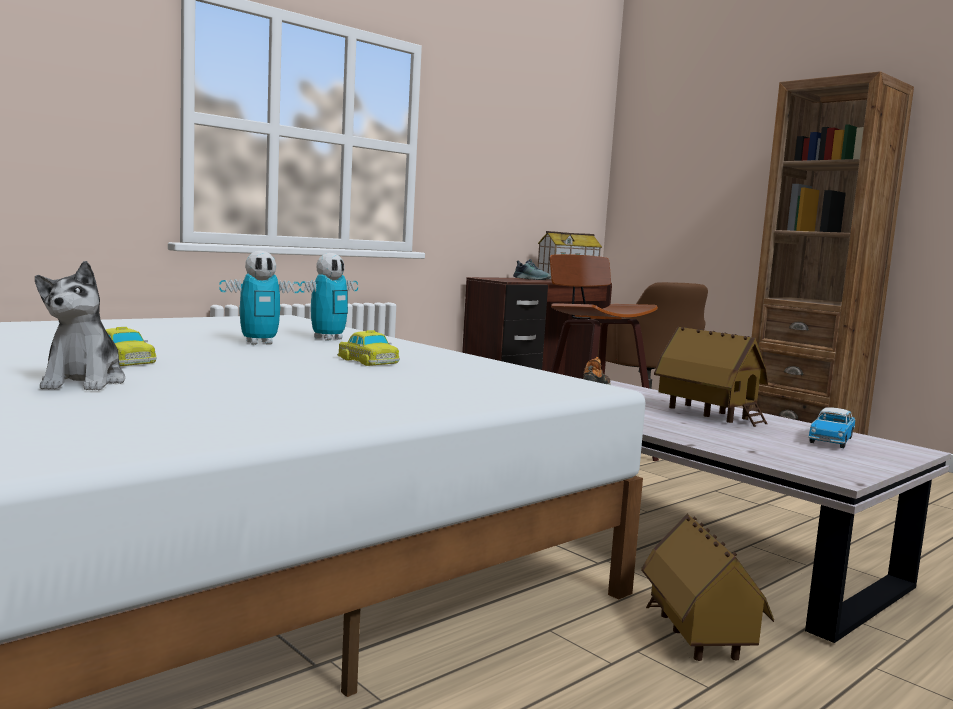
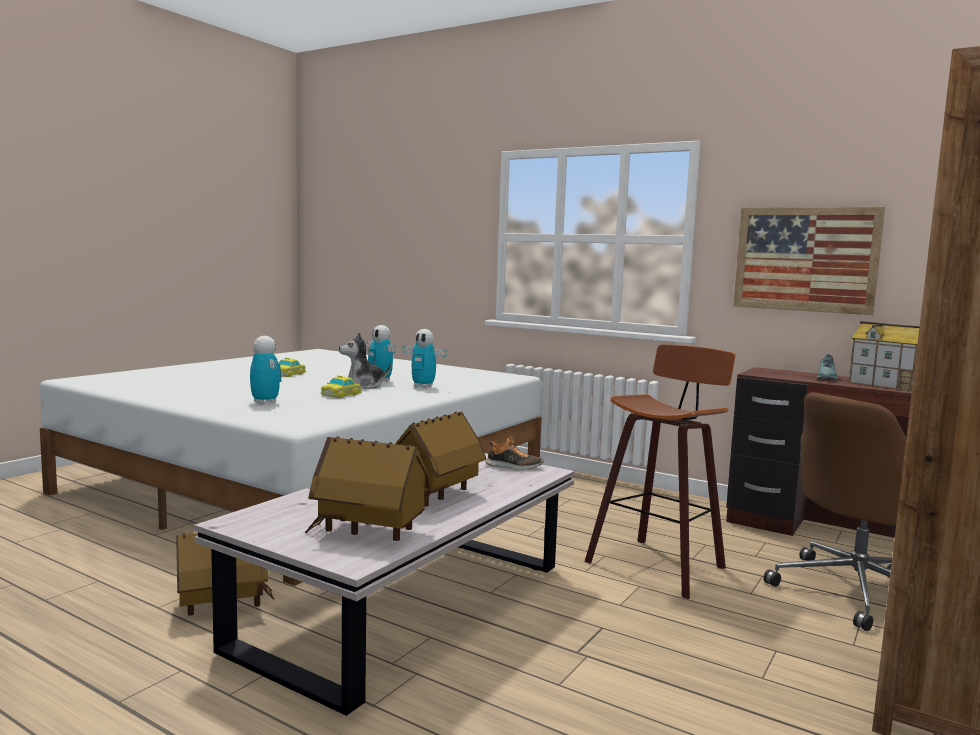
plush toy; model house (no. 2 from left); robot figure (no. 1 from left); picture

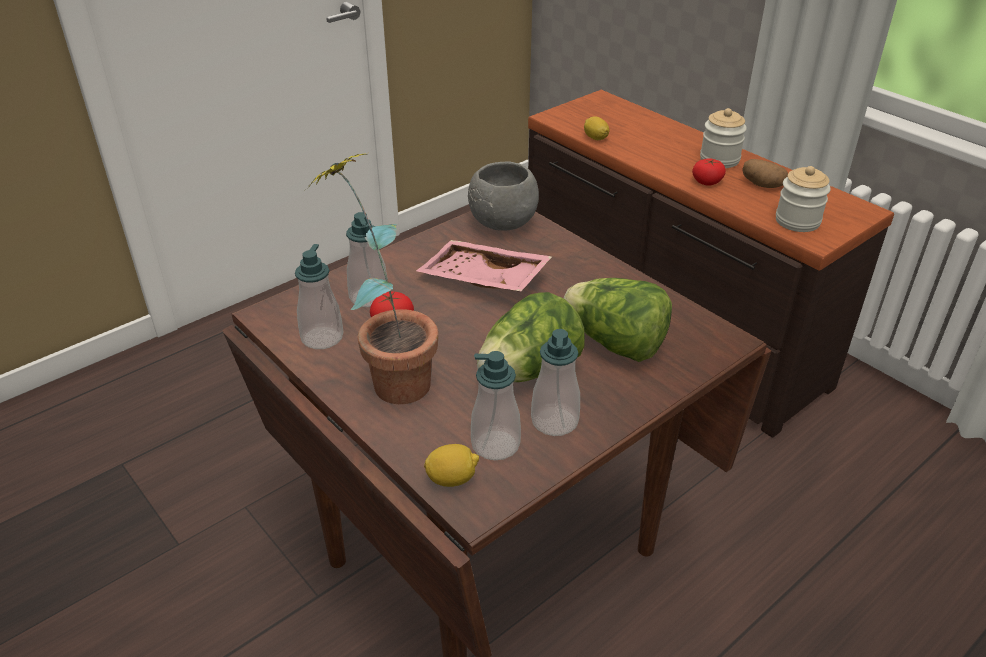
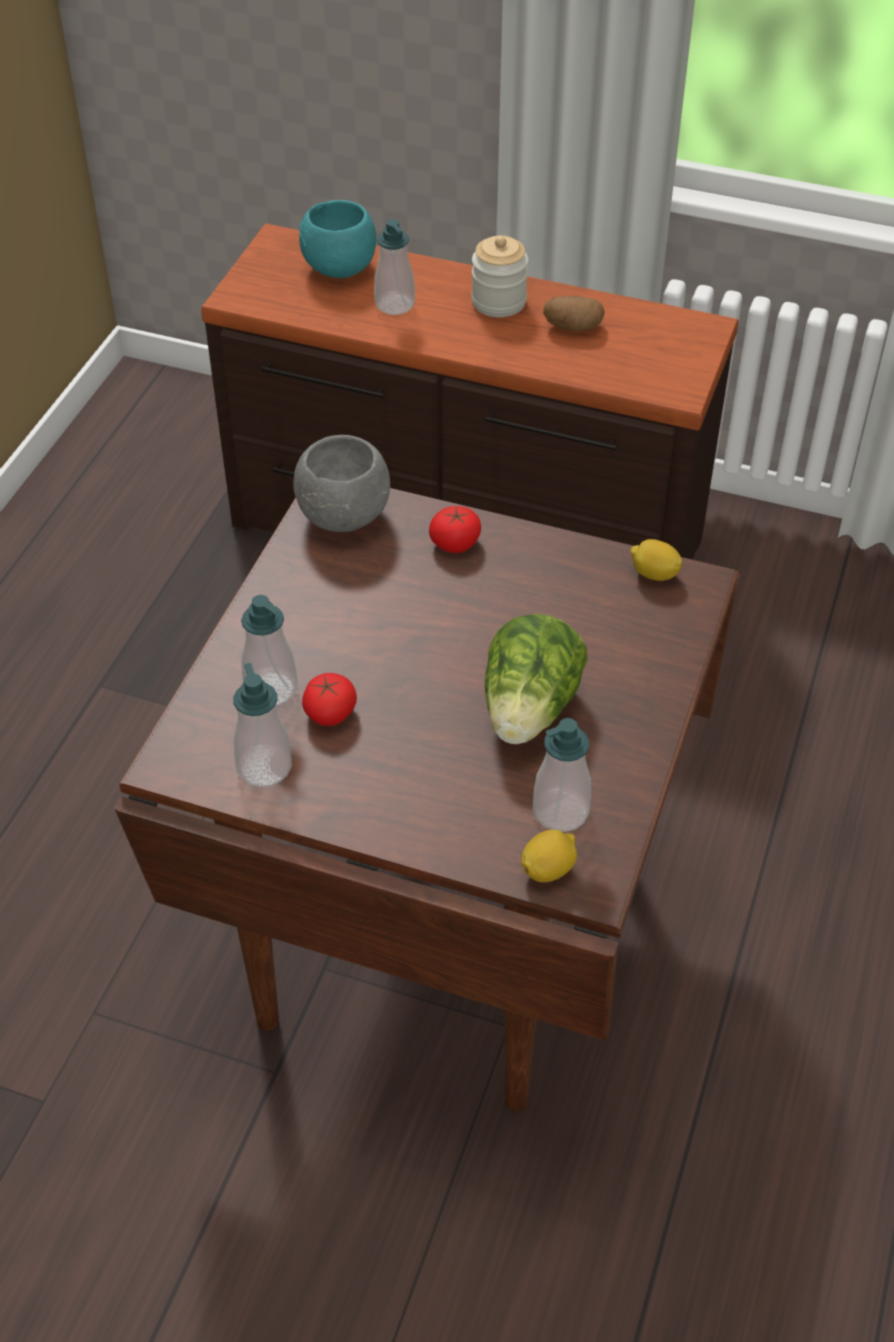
houseplant; pink-coloured tray; soap dispenser (no. 3 from left); head of lettuce (no. 2 from left in the first image); whole lemon (no. 2 from left); whole tomato (no. 2 from left); storage jar (no. 2 from left in the first image); turquoise serving bowl

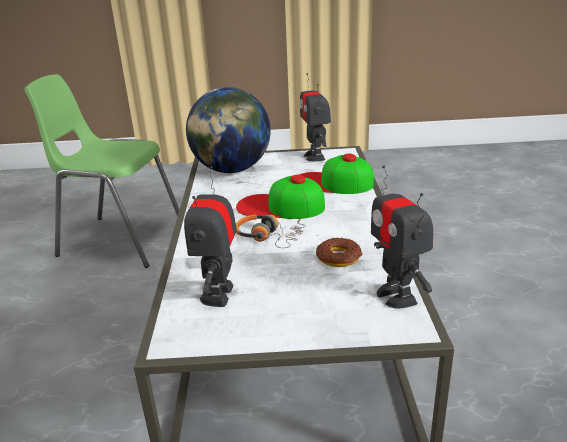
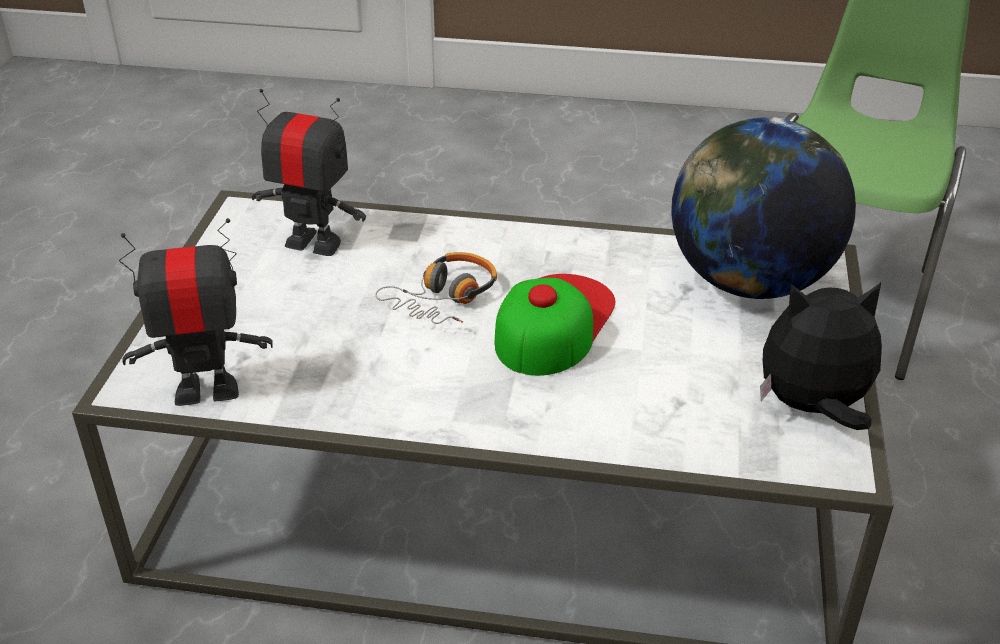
plush toy; cap (no. 2 from left in the first image); ring doughnut

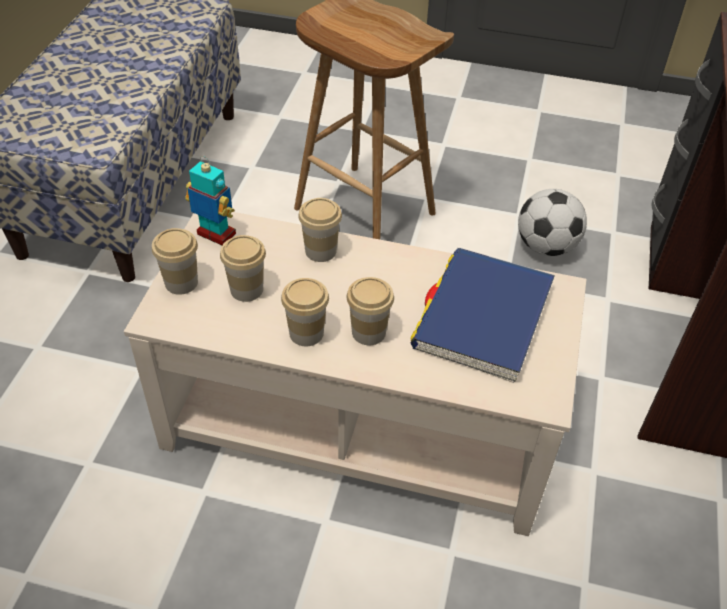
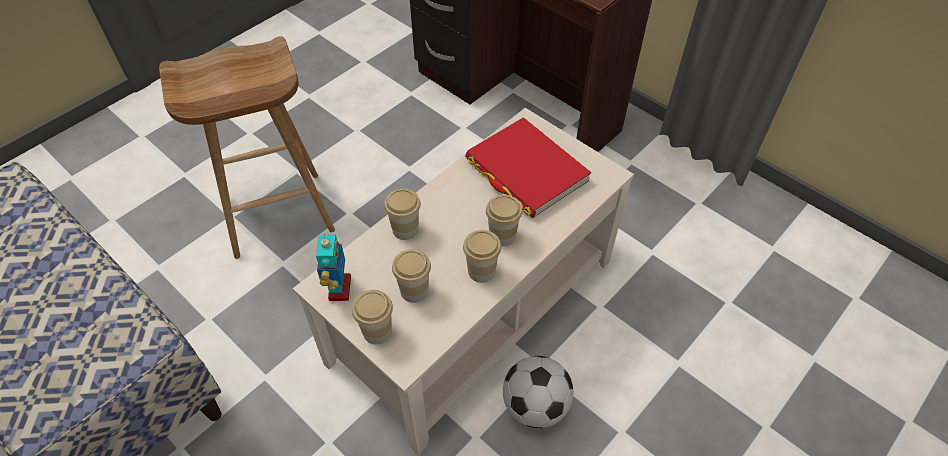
robot figure; red-coloured bound book; ball for football

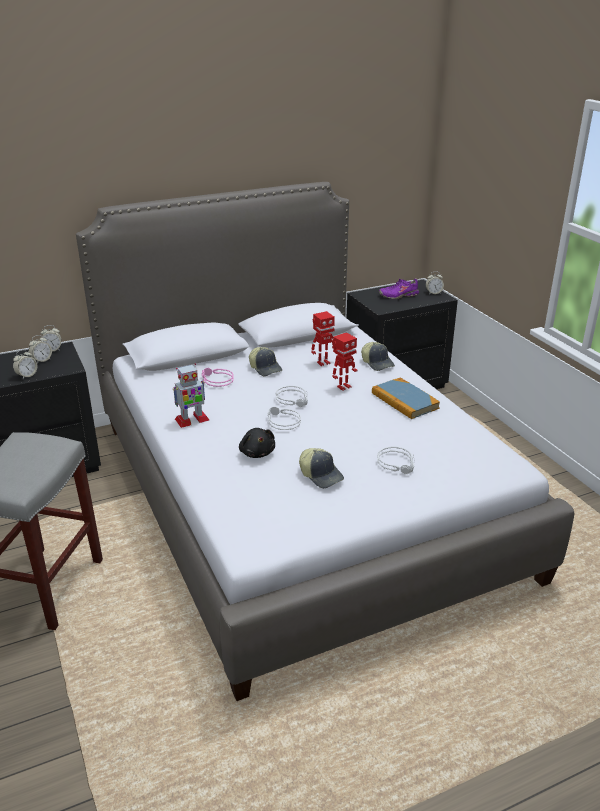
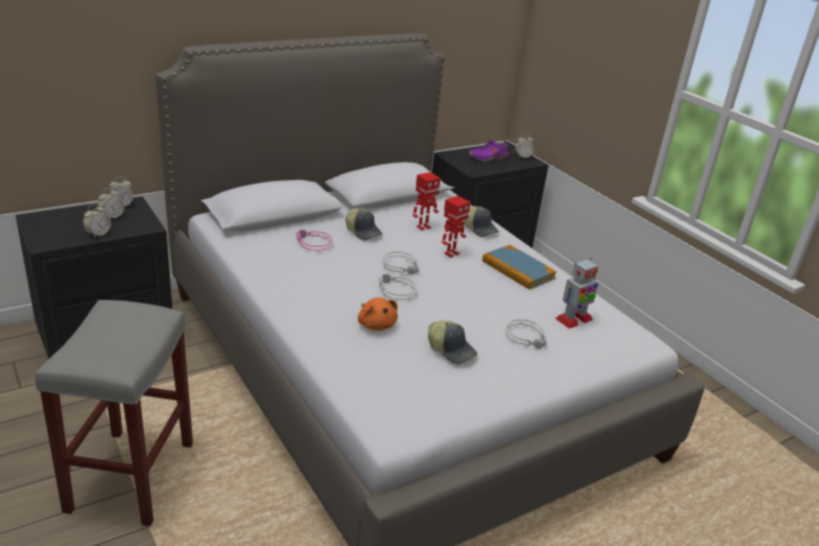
robot figure (no. 3 from left); orange plush toy

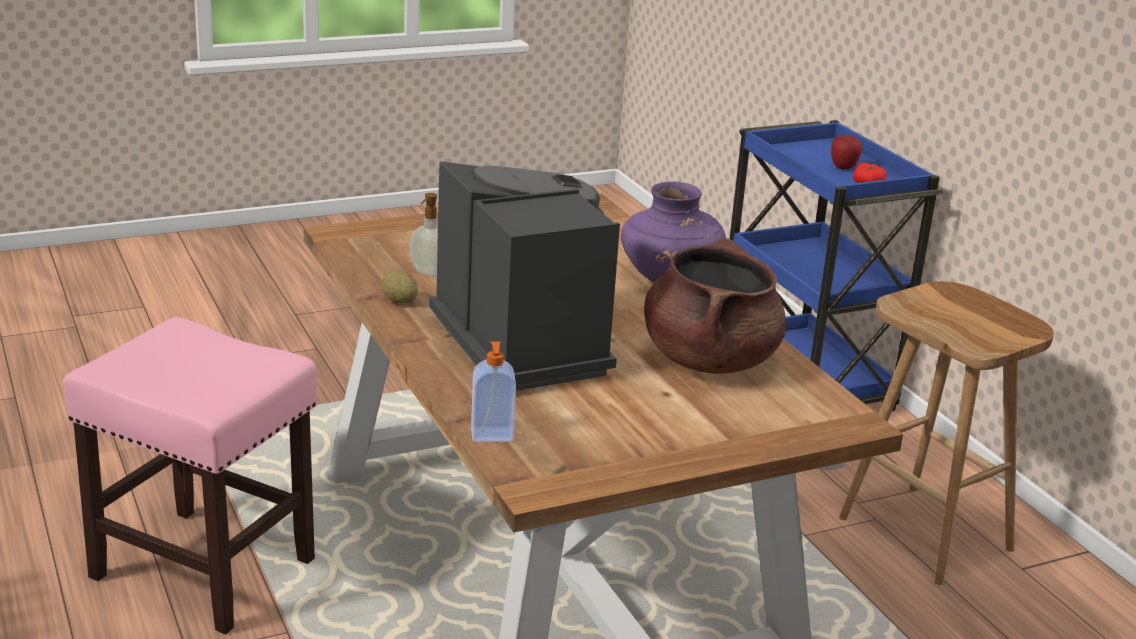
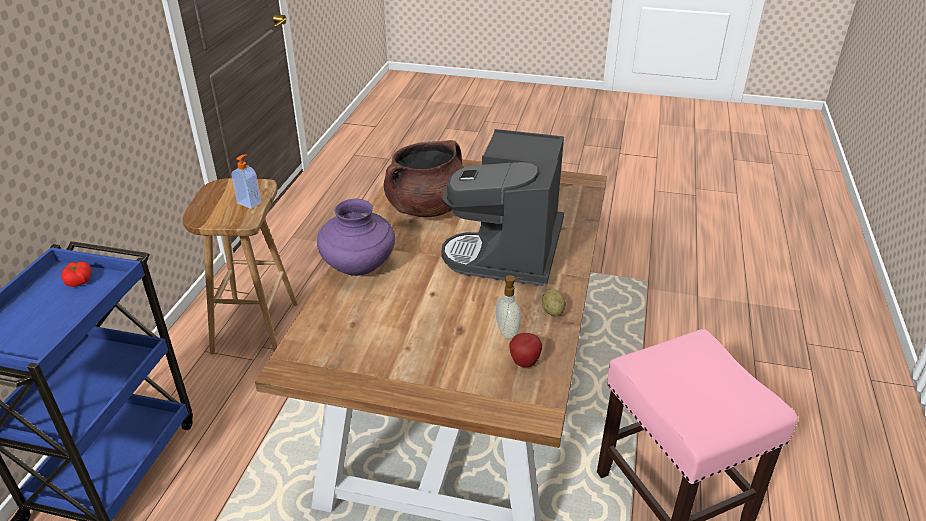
soap dispenser (no. 1 from left); apple

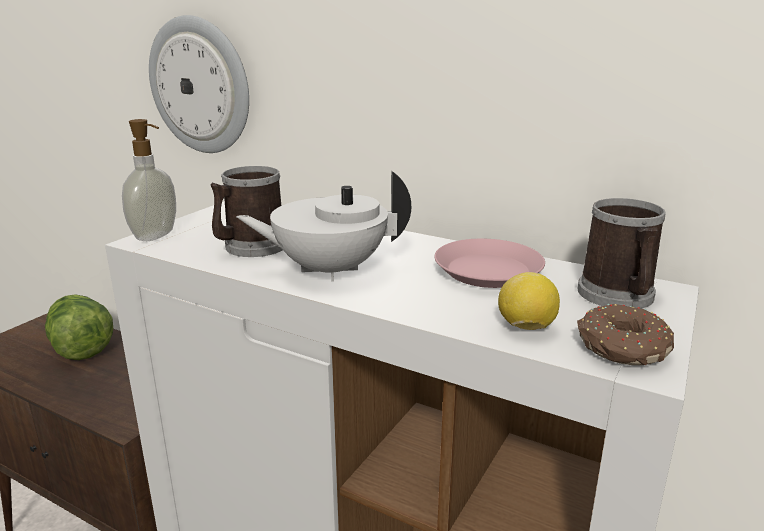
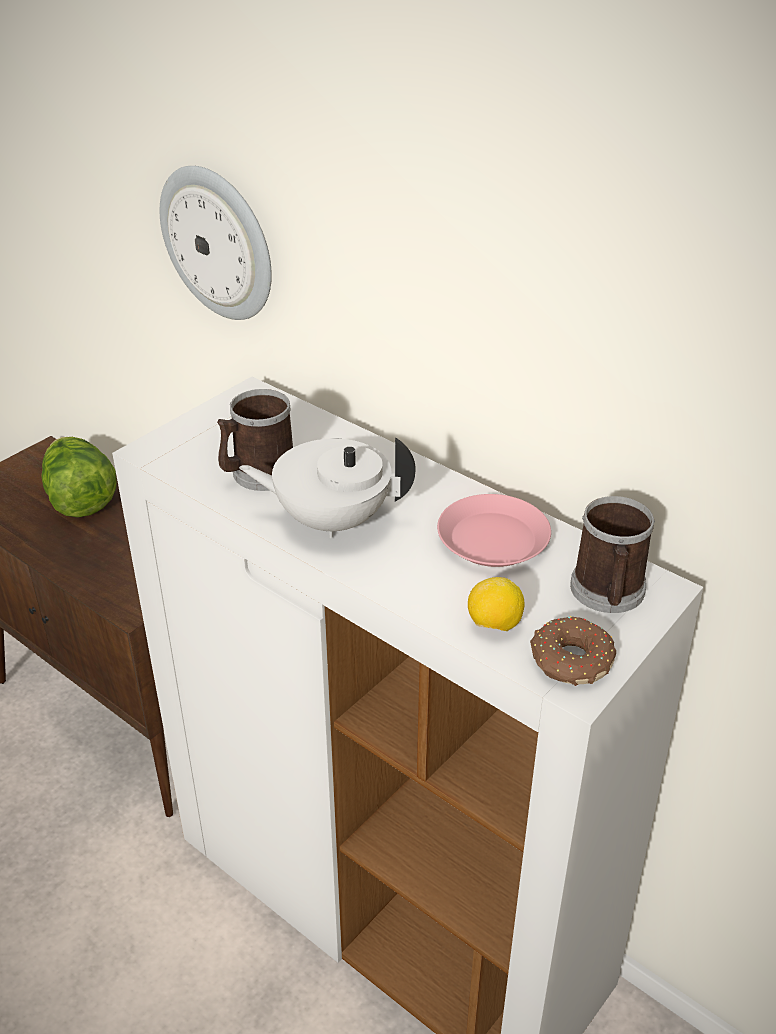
soap dispenser

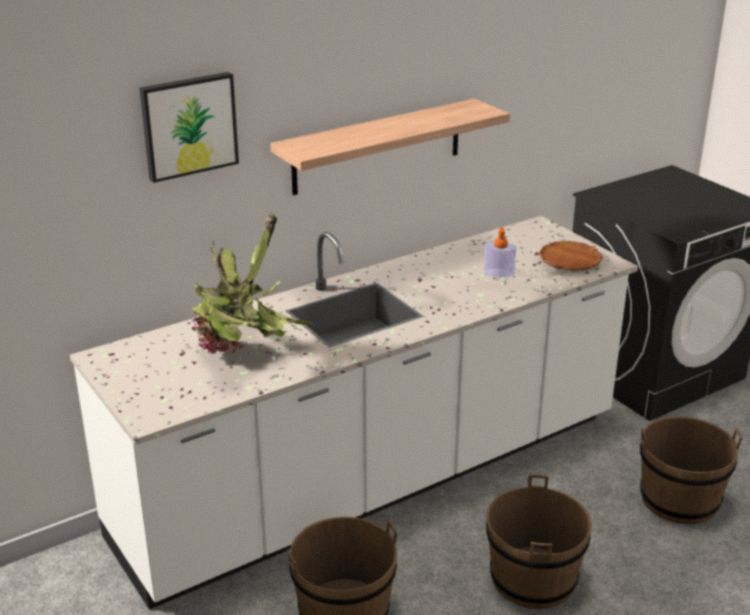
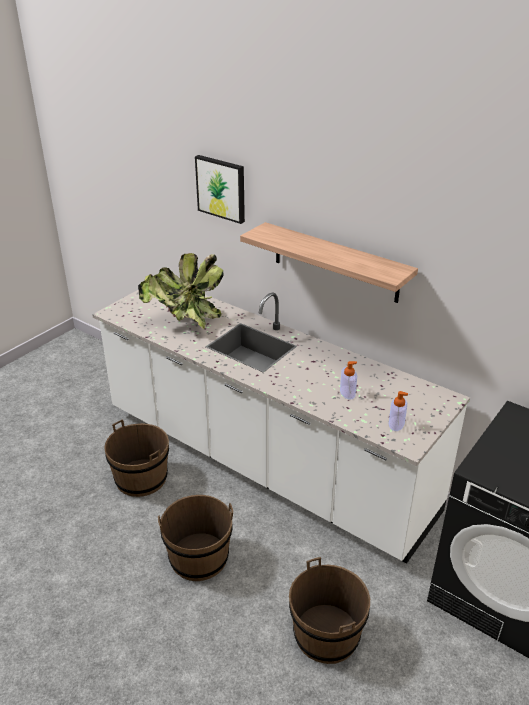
soap dispenser (no. 2 from left)

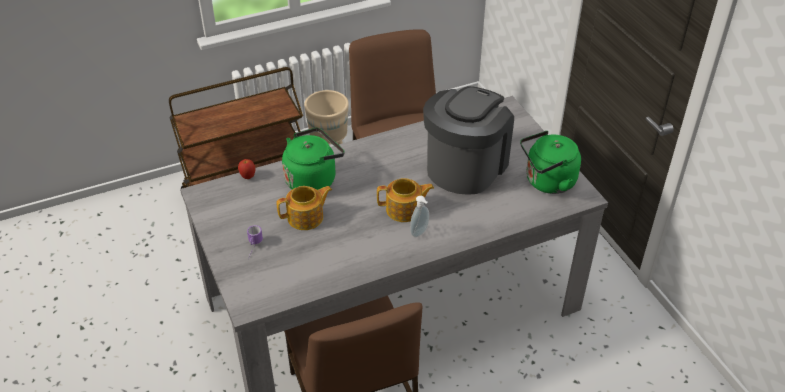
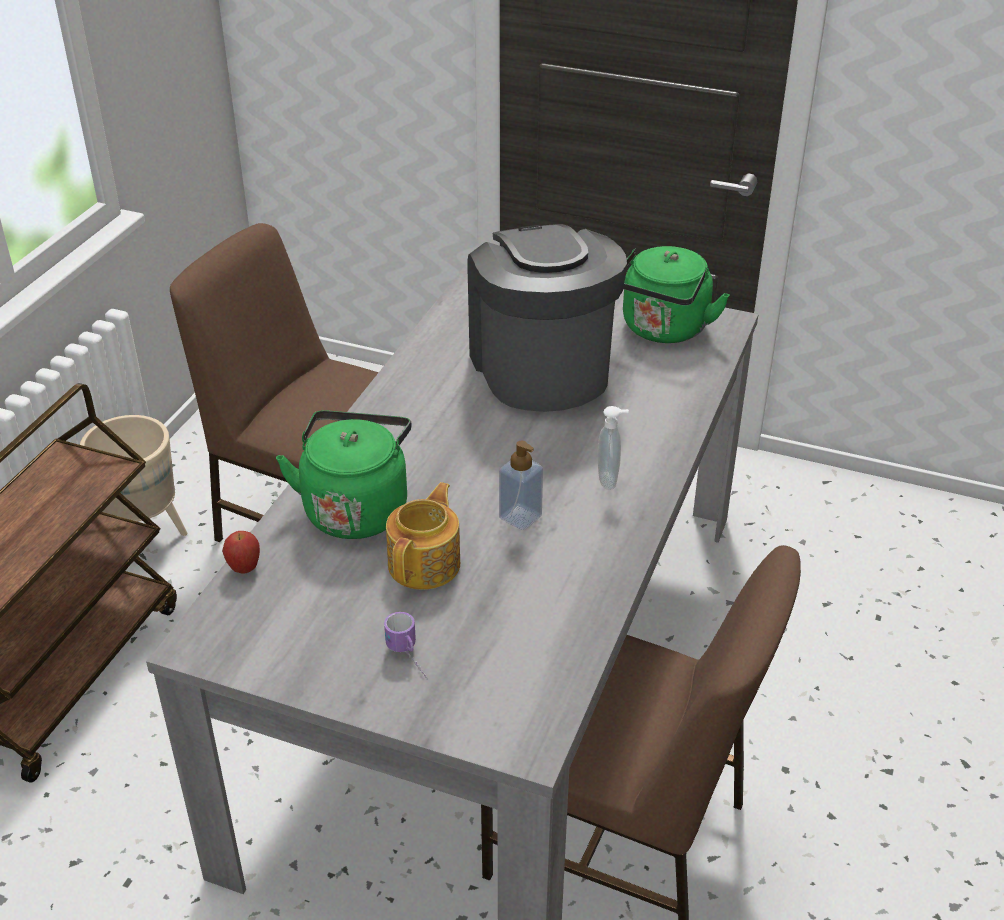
tea pot (no. 2 from left in the first image); soap dispenser (no. 1 from left)

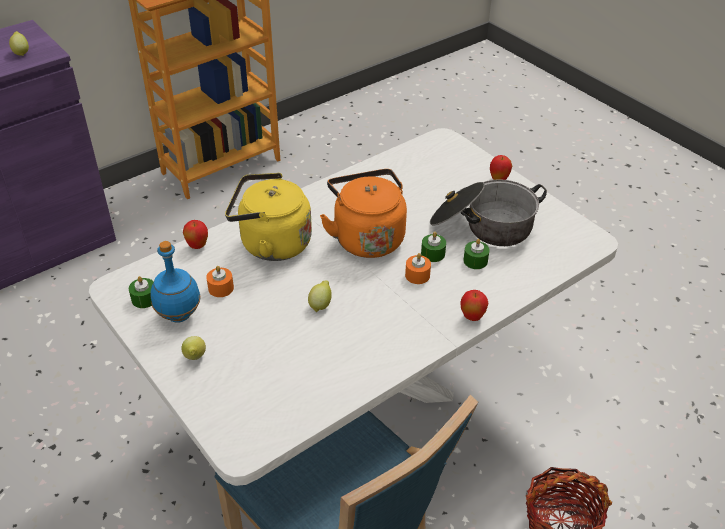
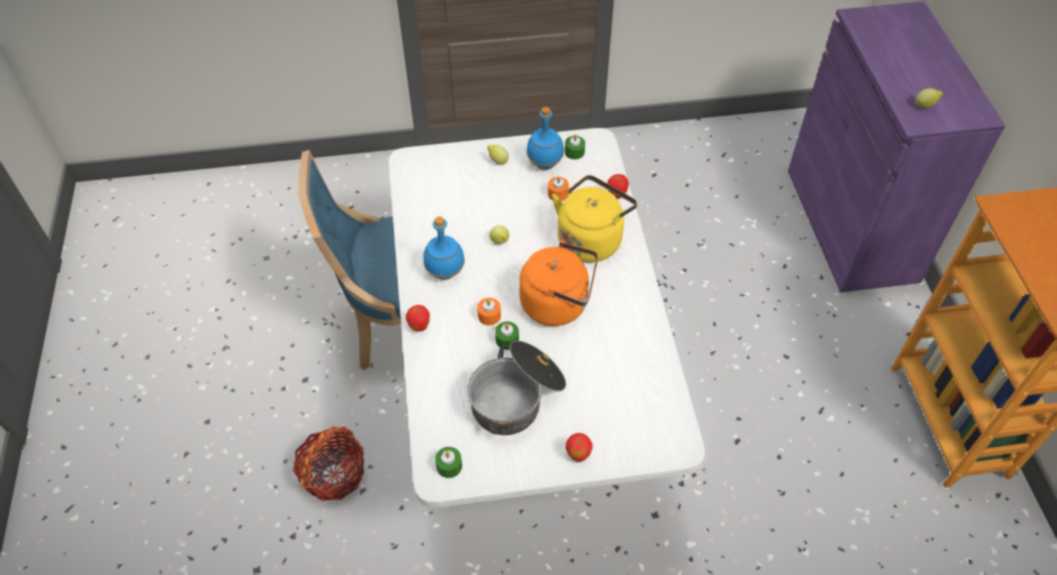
green candle (no. 1 from left); blue-coloured bottle (no. 1 from left)

